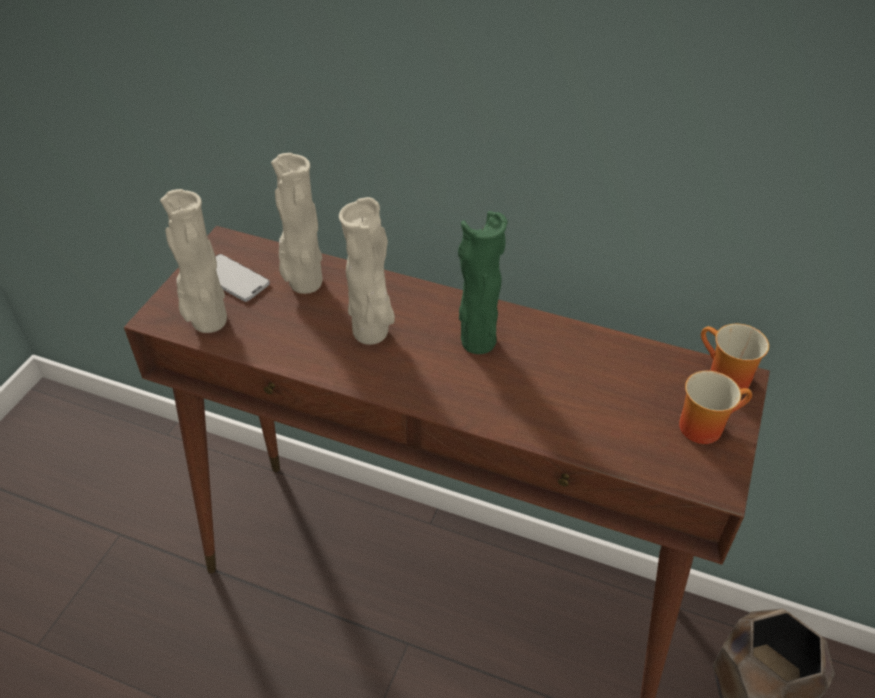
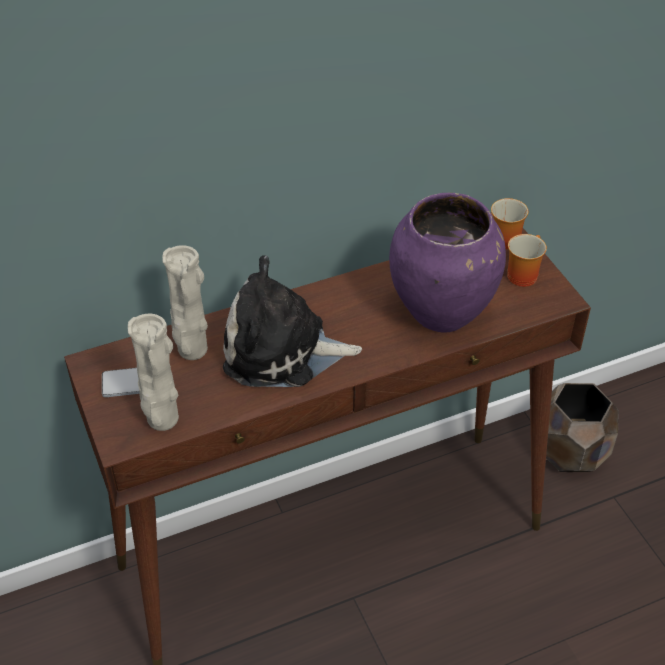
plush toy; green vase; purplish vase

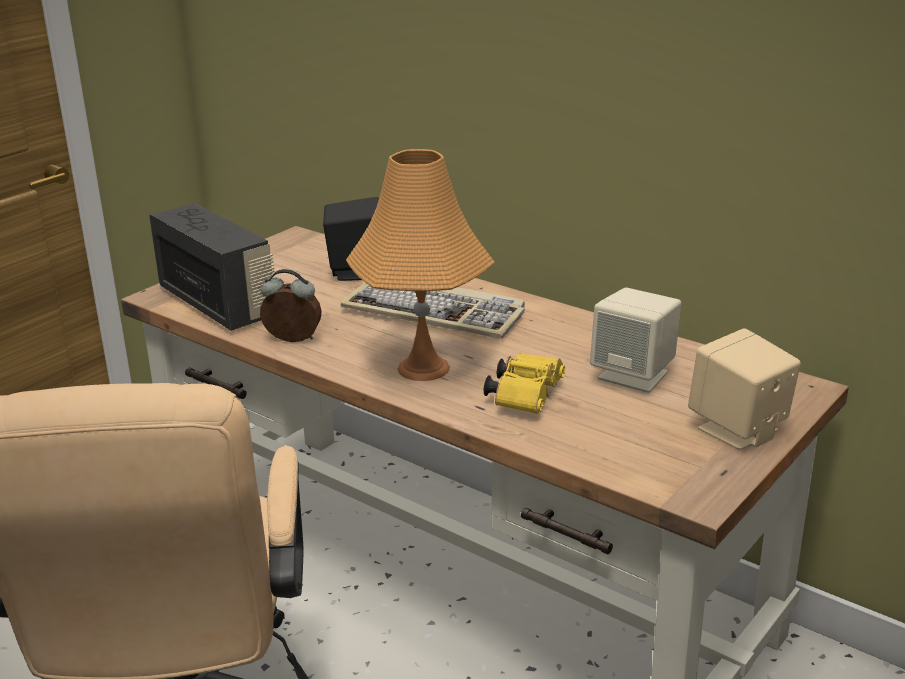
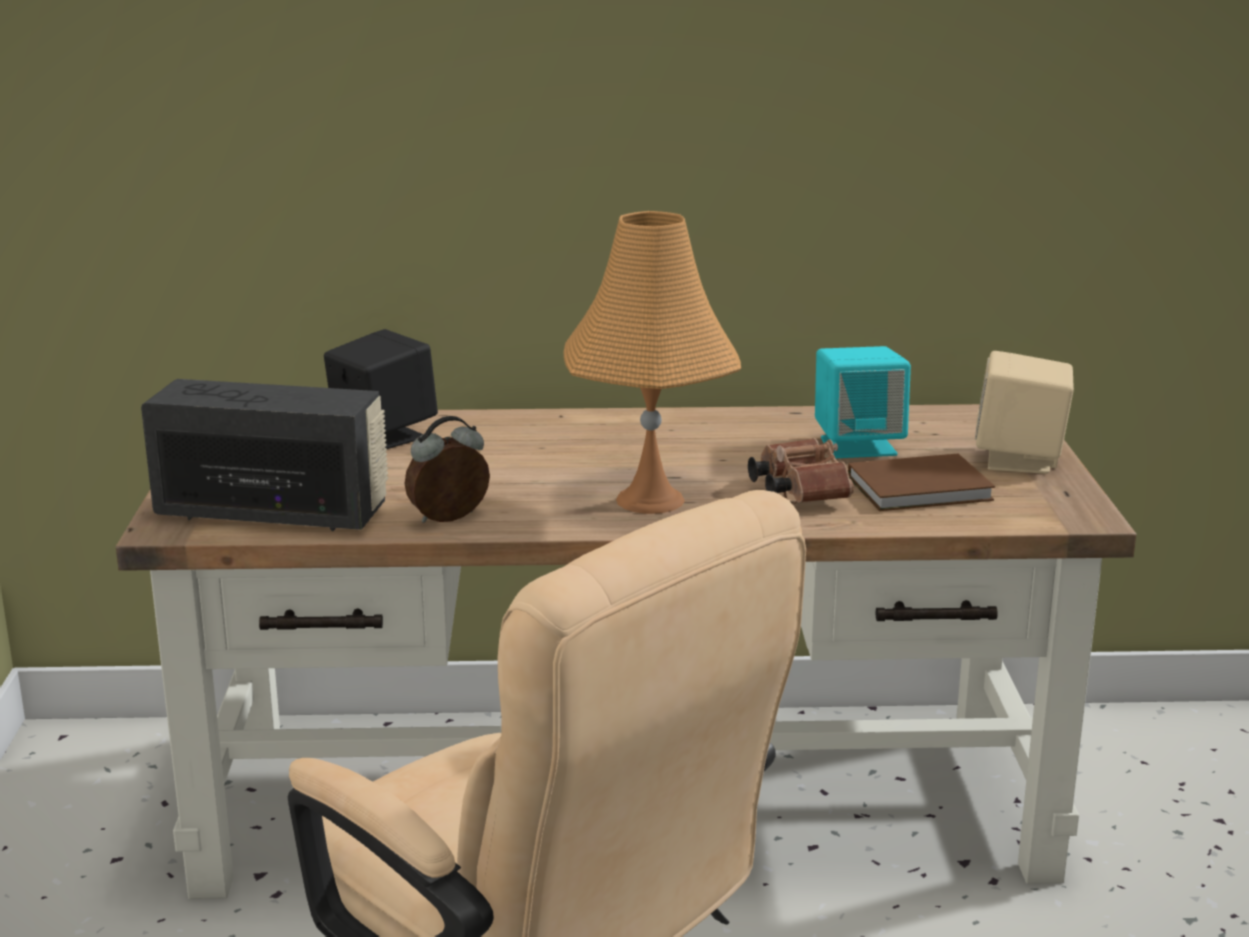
keyboard; brownish field glasses; turquoise loudspeaker; brownish bound book

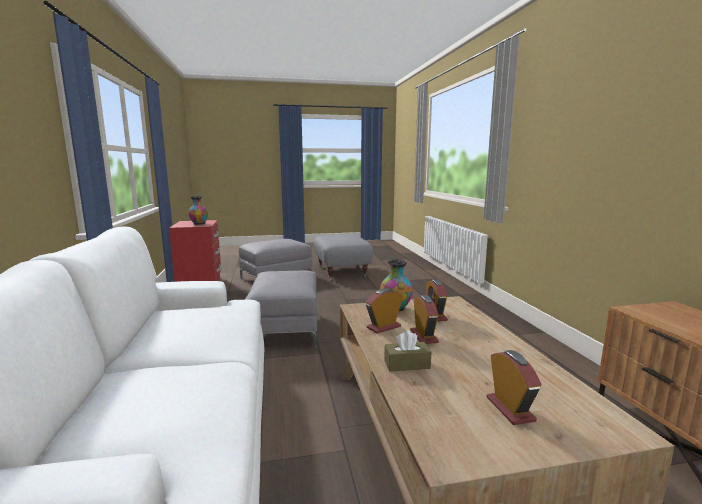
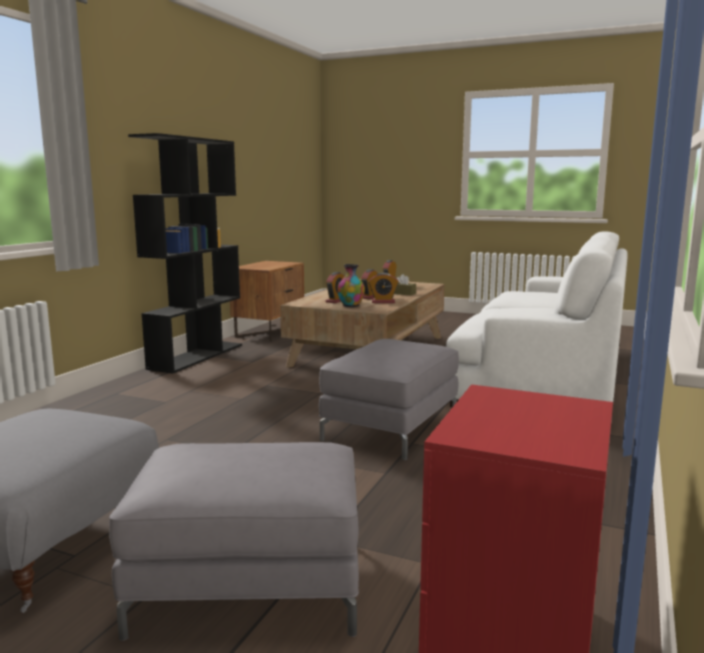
vase (no. 1 from left in the first image); black-coloured shelving unit

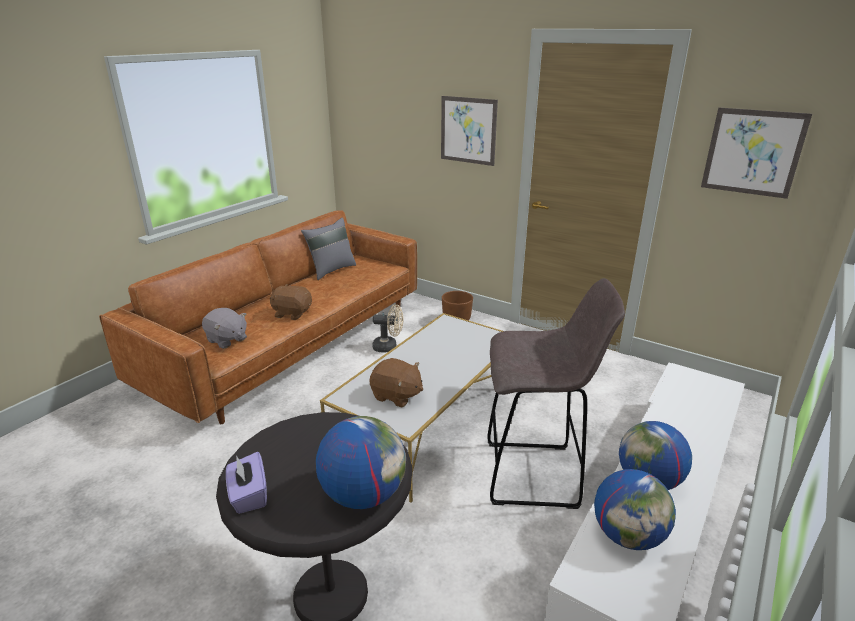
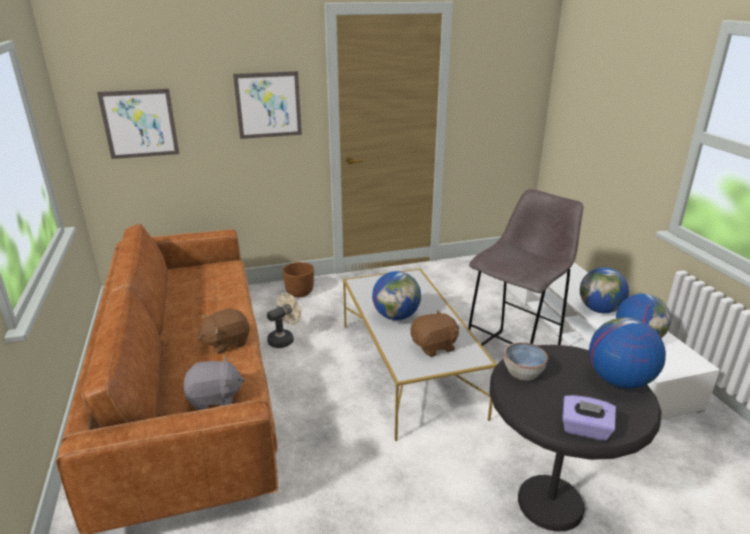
gray pillow; picture (no. 1 from left); world globe (no. 1 from left); serving bowl

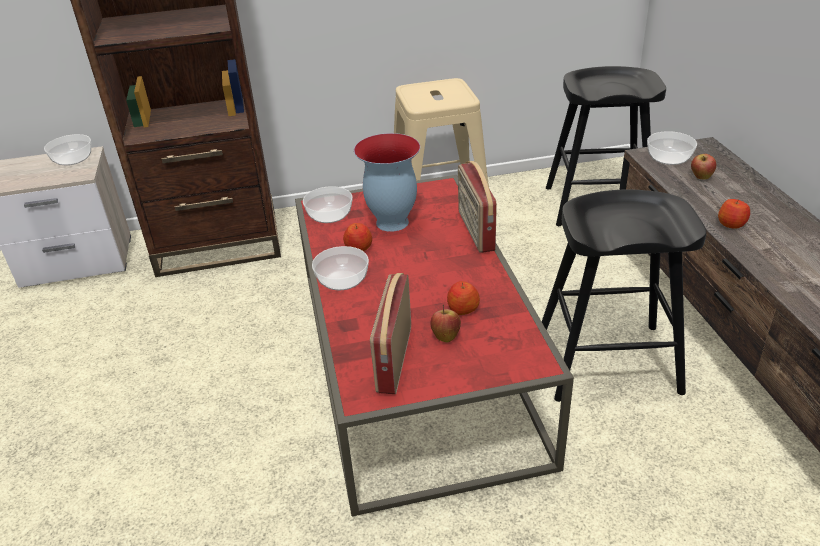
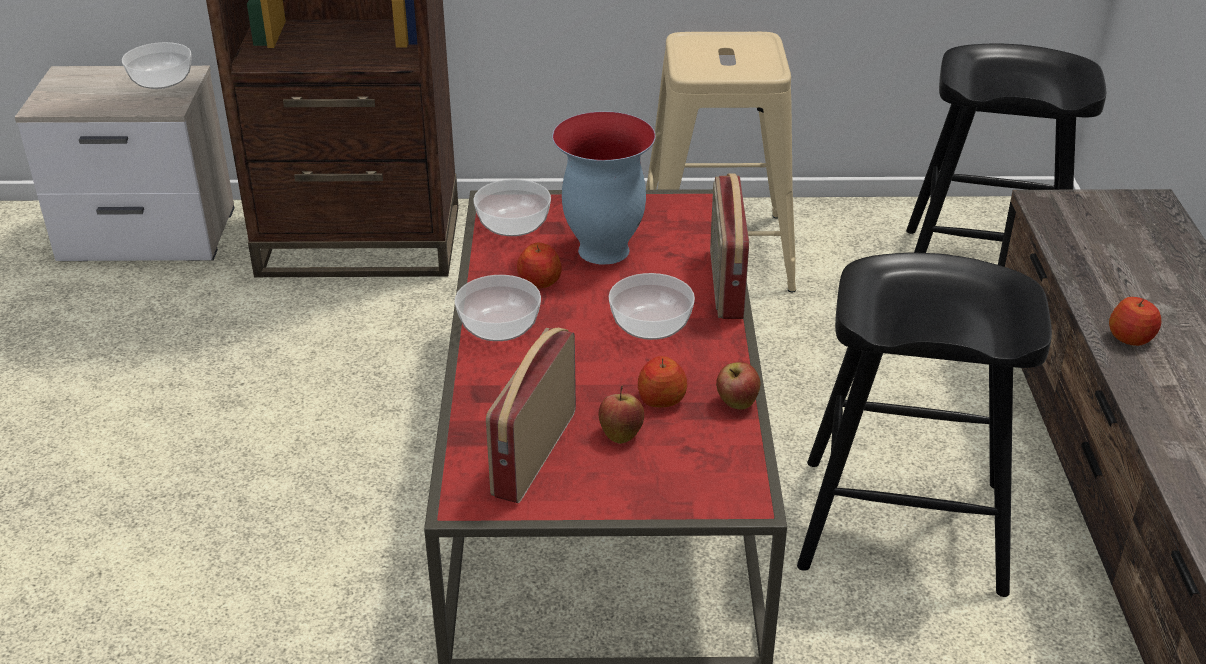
serving bowl (no. 4 from left); apple (no. 4 from left)

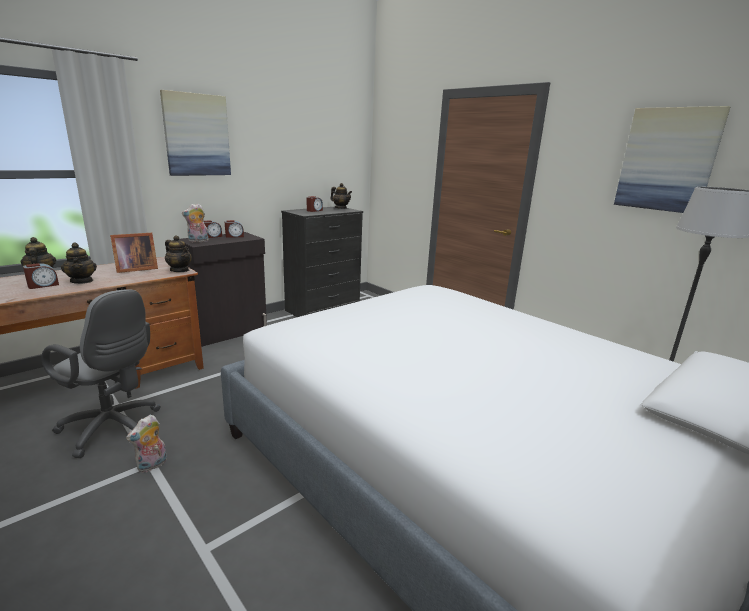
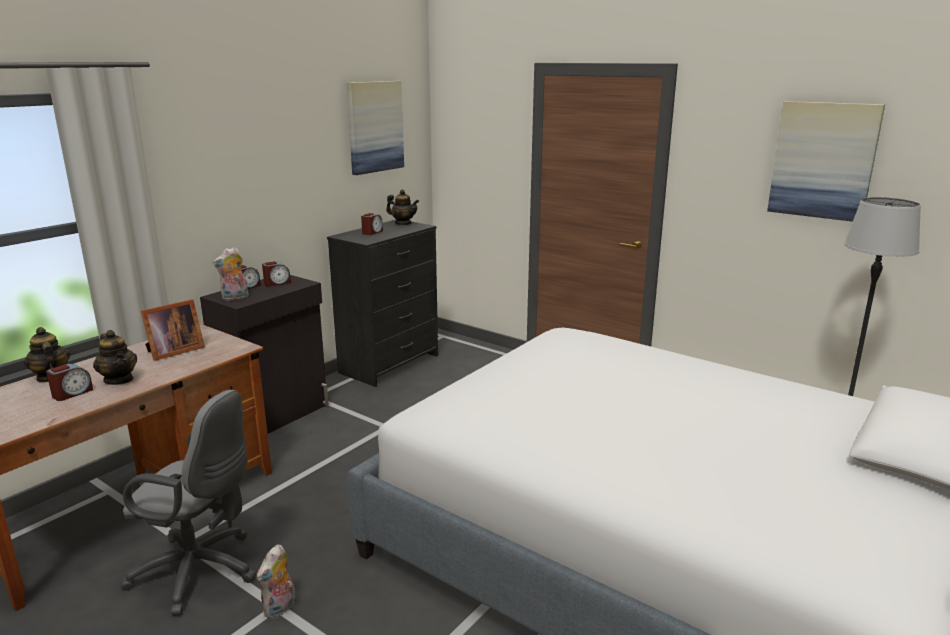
picture (no. 1 from left); tea pot (no. 3 from left in the first image)

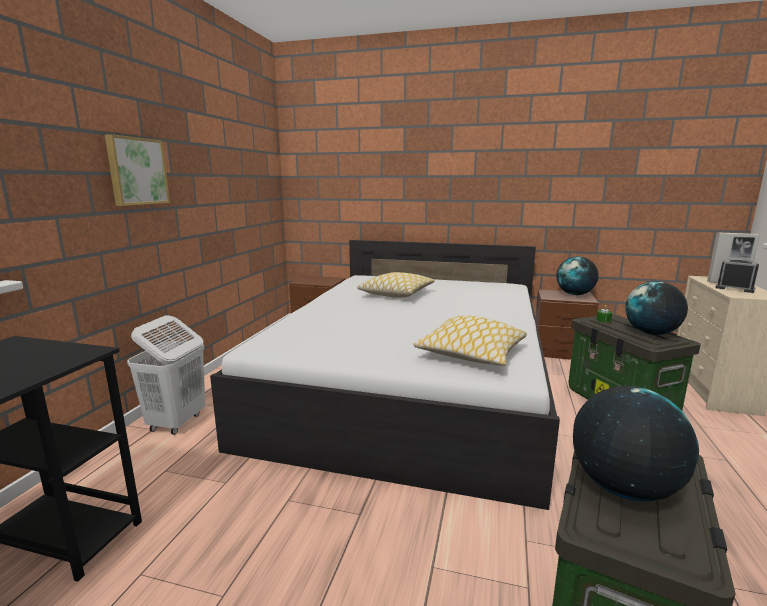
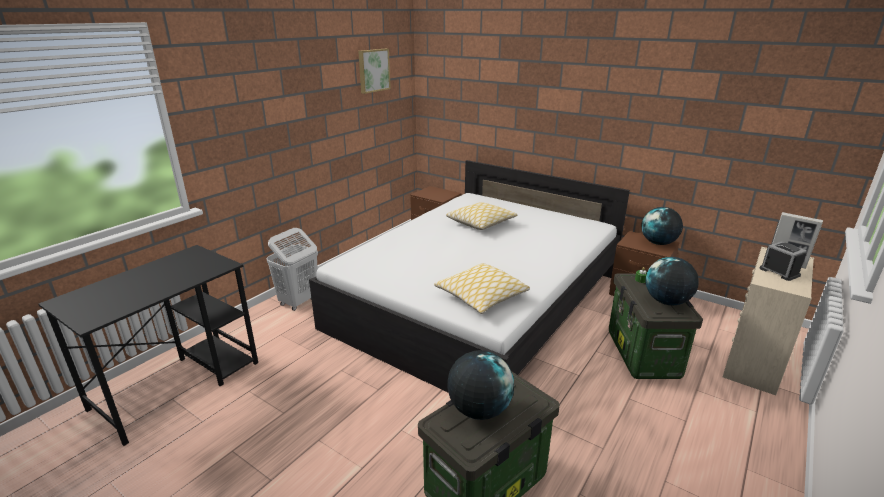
picture

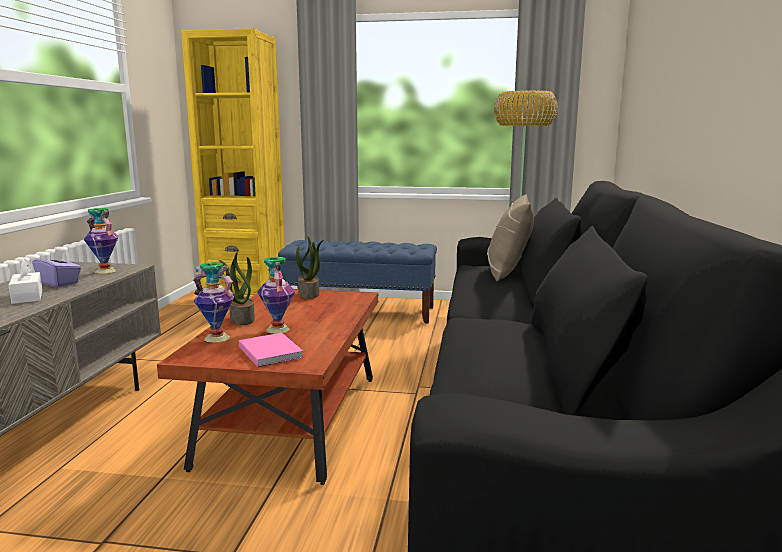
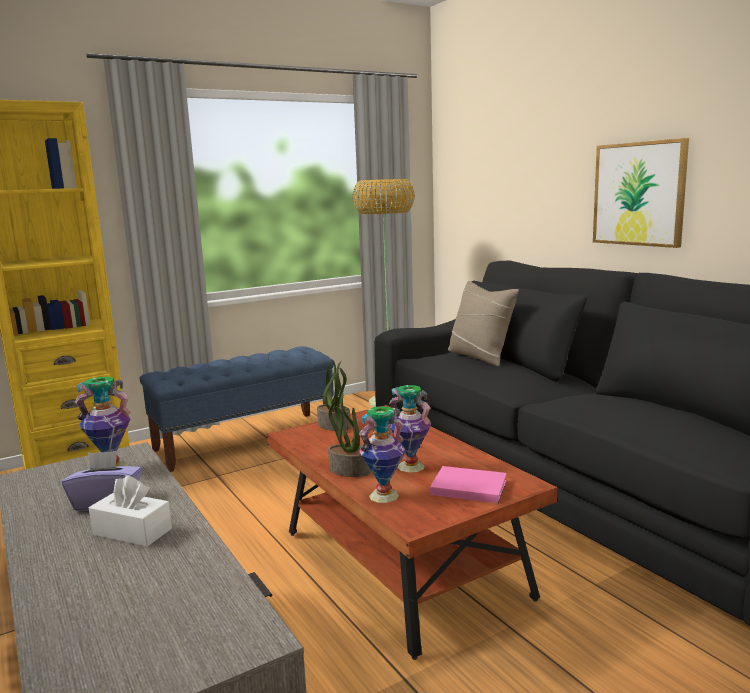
picture

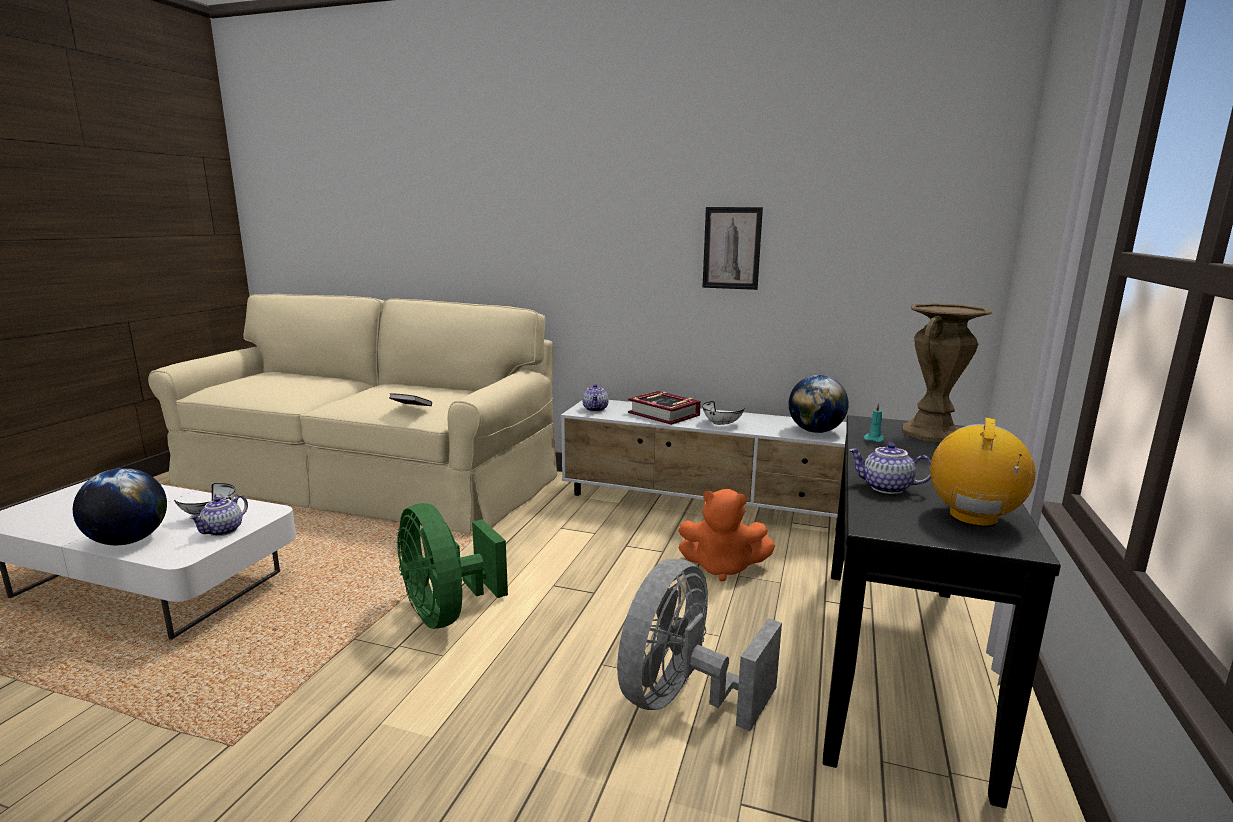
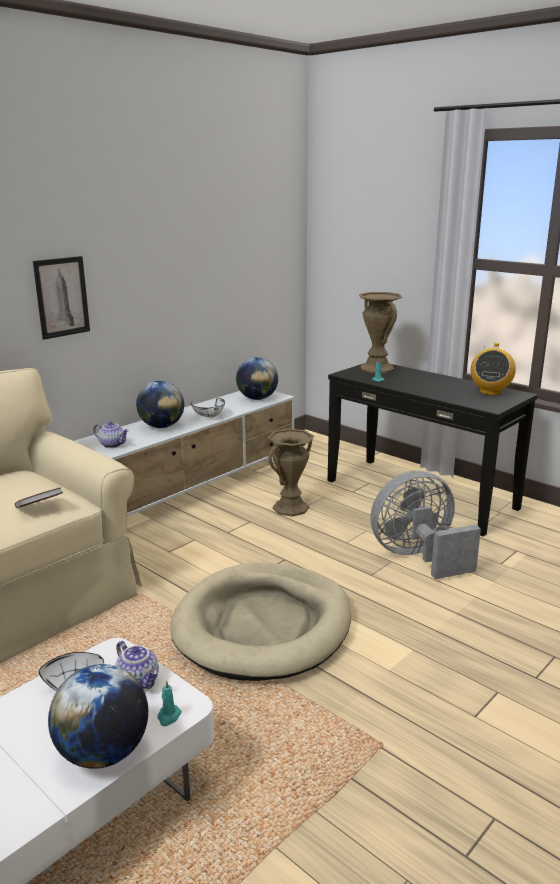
sand-coloured dog bed; gray cooling fan; world globe (no. 2 from left); brownish vase (no. 1 from left); picture; tea pot (no. 3 from left in the first image); radio receiver; turquoise candle (no. 1 from left)

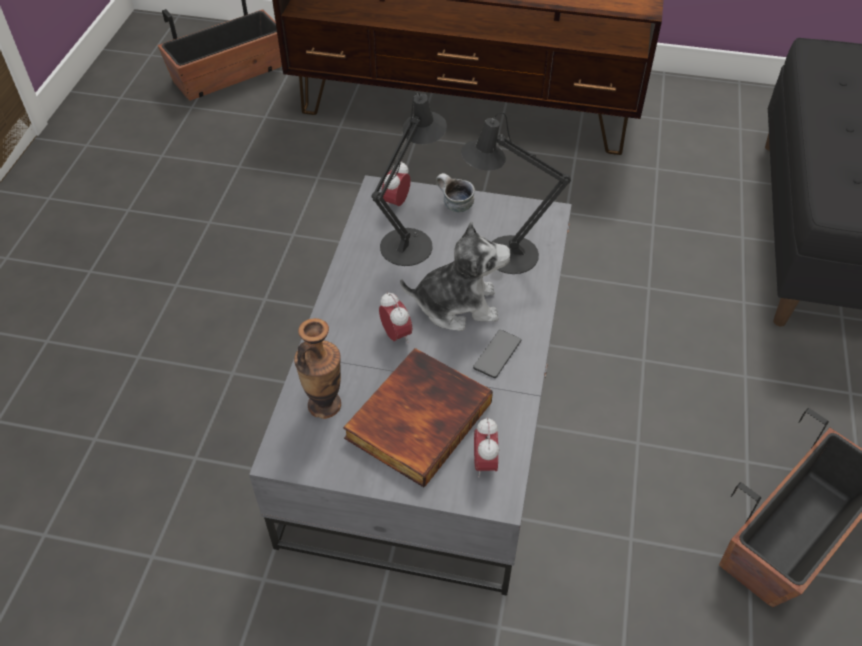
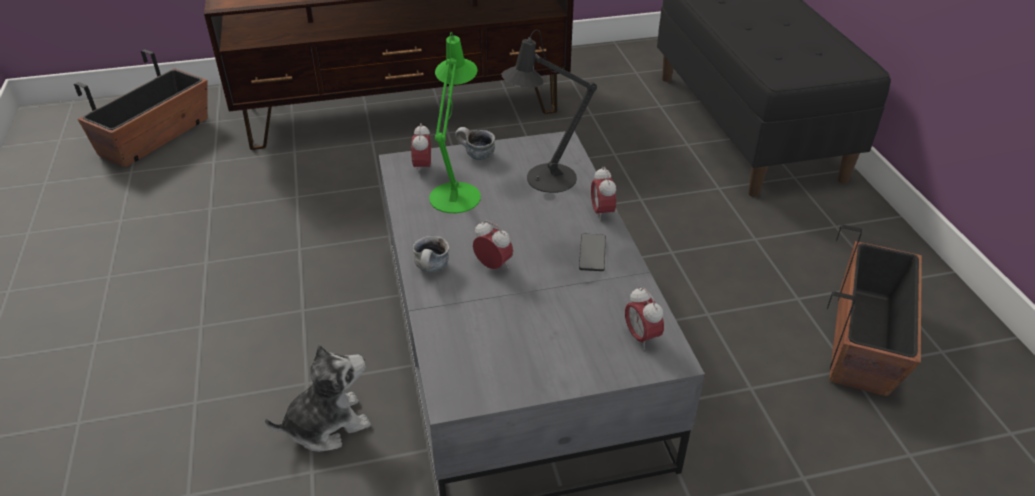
vase; bound book; green table lamp; plush toy; mug (no. 1 from left); table clock (no. 3 from left)

